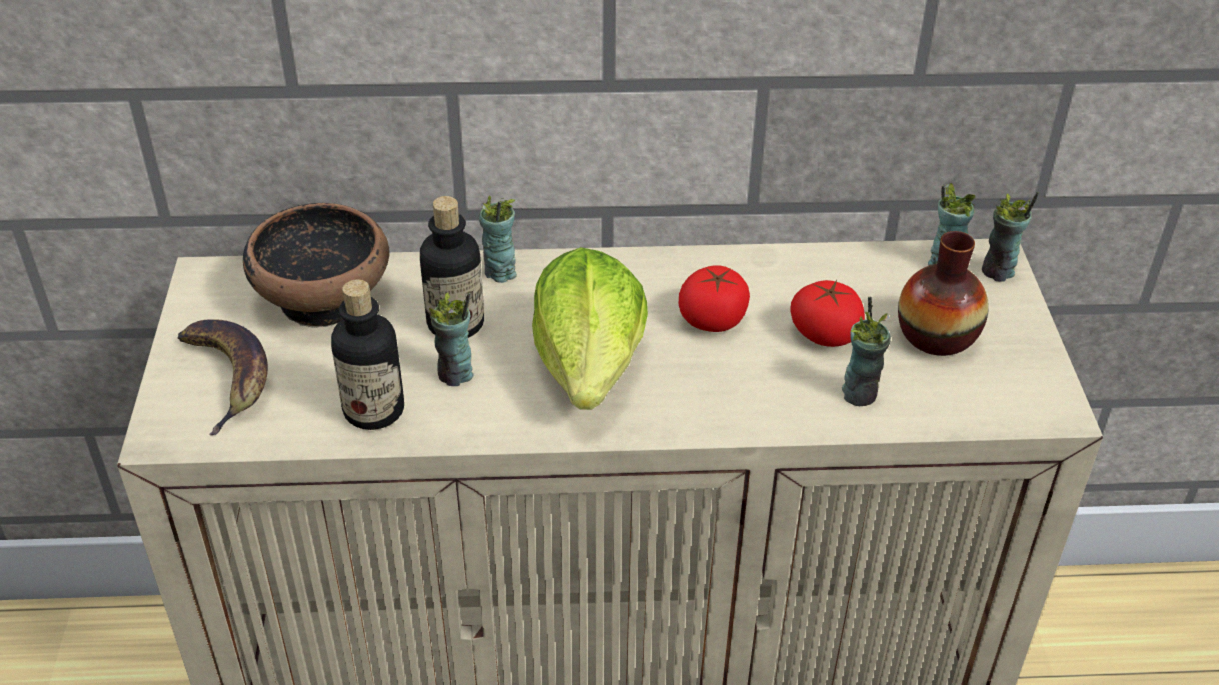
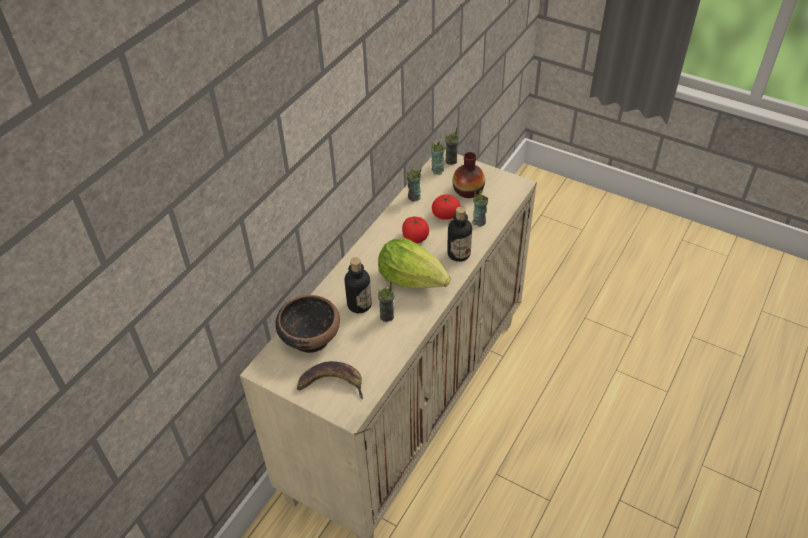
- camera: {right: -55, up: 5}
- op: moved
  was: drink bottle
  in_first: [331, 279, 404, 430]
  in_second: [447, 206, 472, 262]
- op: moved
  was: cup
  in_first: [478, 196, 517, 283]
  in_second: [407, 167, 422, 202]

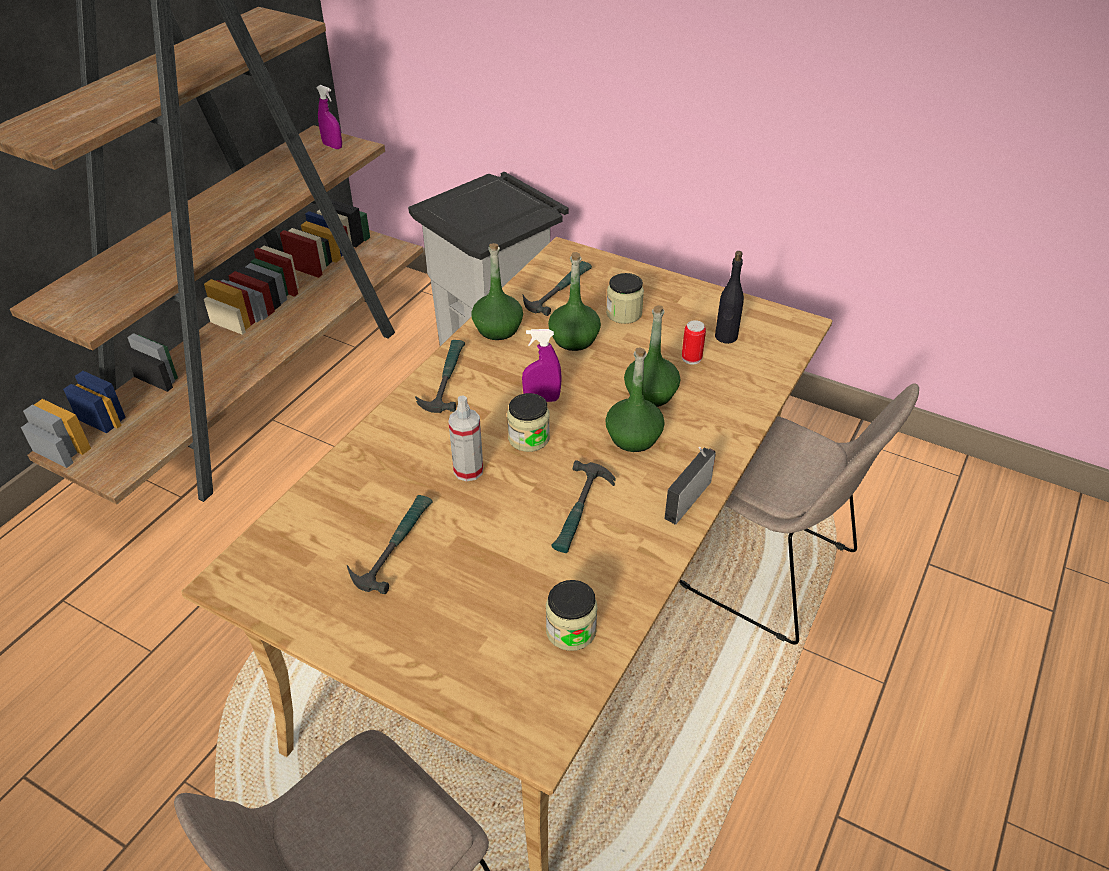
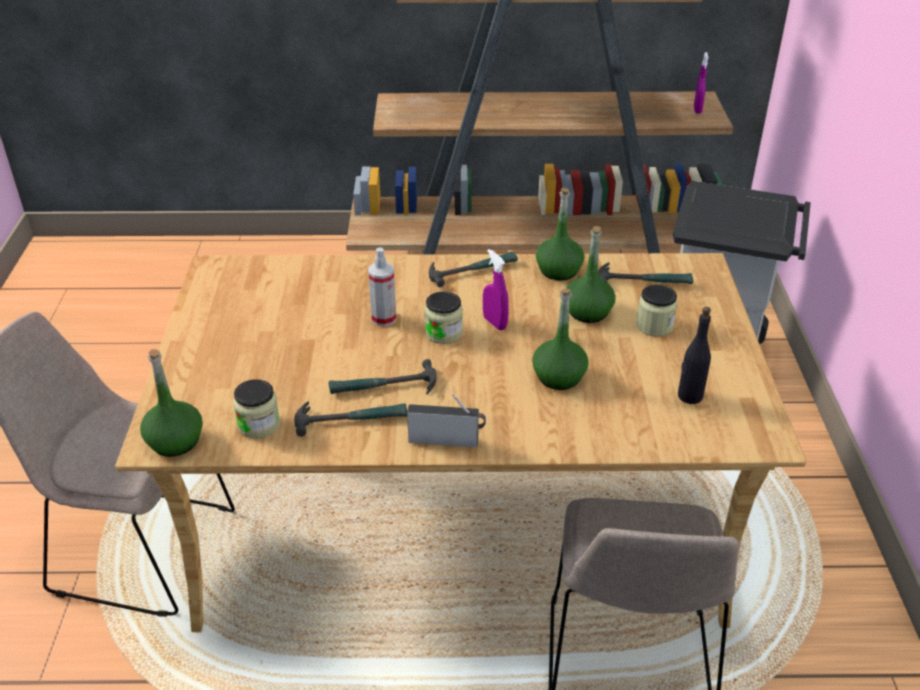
- camera: {right: 60, up: -5}
- op: moved
  was: tool hammer
  in_first: [347, 495, 433, 594]
  in_second: [294, 401, 407, 437]
- op: moved
  was: drink bottle in greenish
  in_first: [605, 348, 665, 452]
  in_second: [140, 349, 203, 457]
- op: removed
  was: can
  in_first: [682, 320, 706, 365]

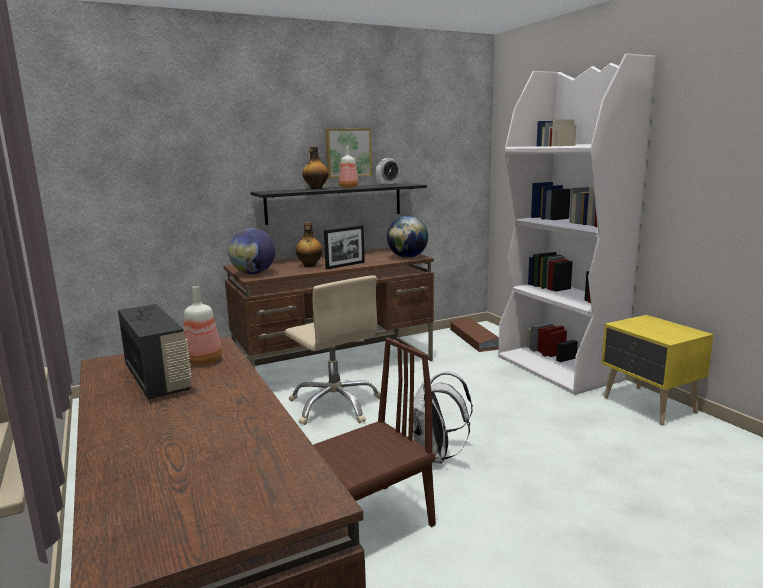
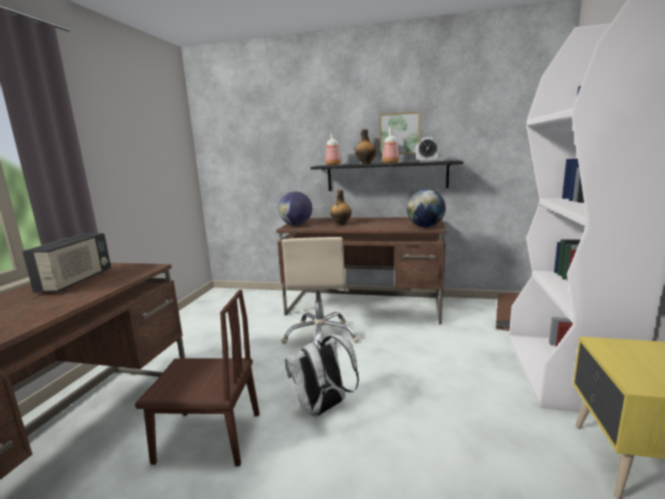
- camera: {right: 40, up: 0}
- op: moved
  was: drink bottle
  in_first: [183, 286, 222, 365]
  in_second: [325, 131, 341, 166]
- op: removed
  was: photo frame
  in_first: [324, 225, 365, 269]

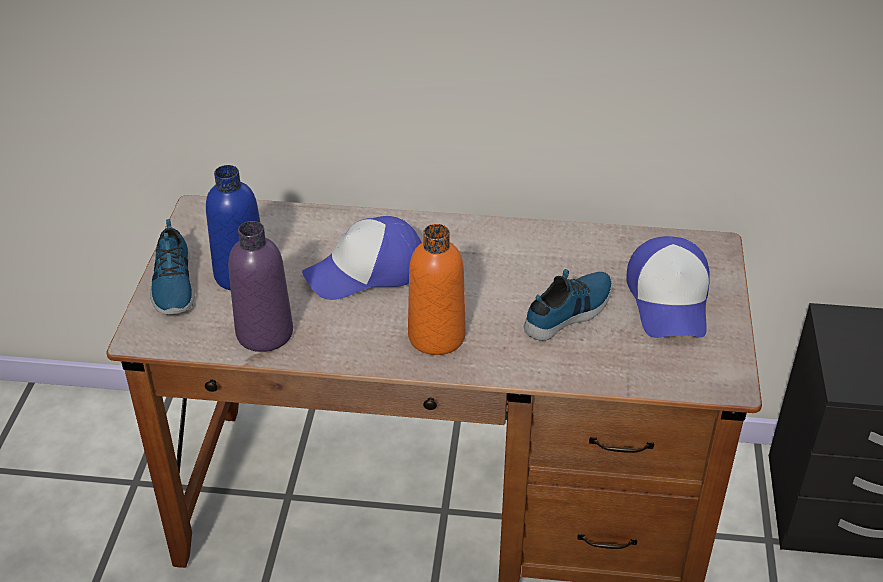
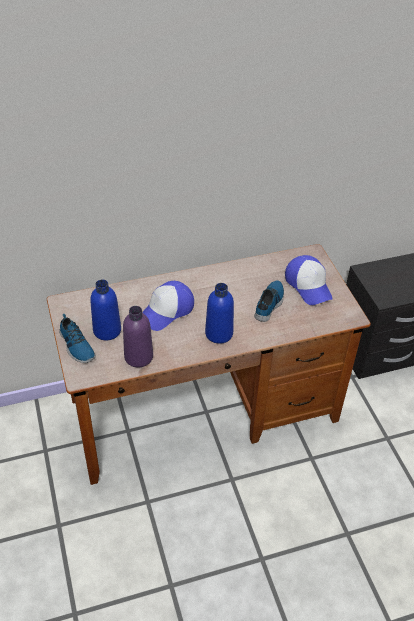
- camera: {right: -25, up: 5}
- op: recoloured
  was: drink bottle in orangey
  now: drink bottle in blue-coloured
  in_first: [408, 224, 466, 355]
  in_second: [205, 283, 234, 344]

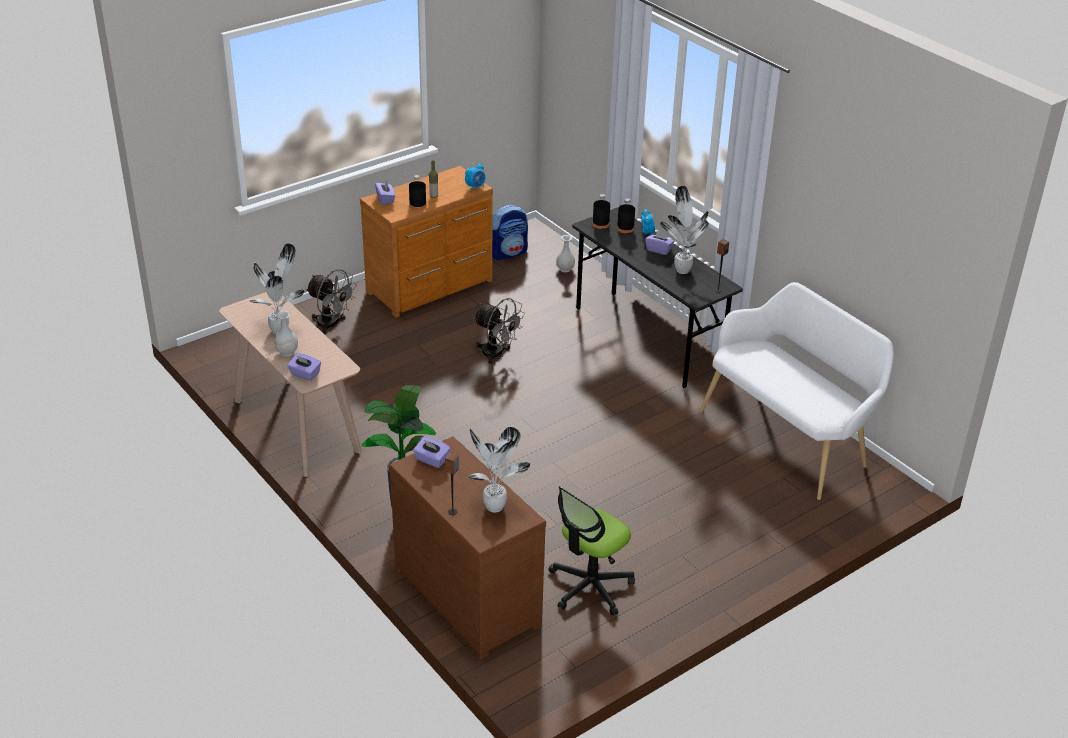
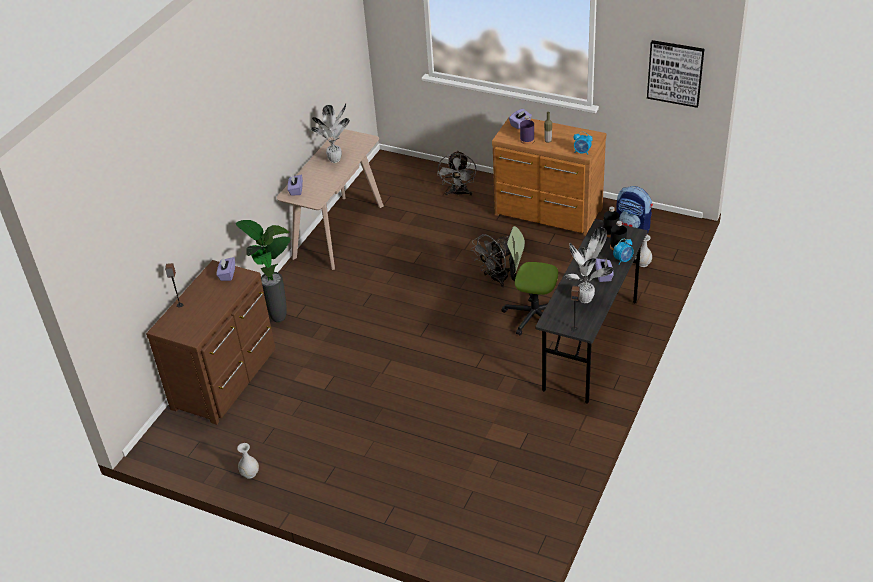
- camera: {right: 65, up: 5}
- op: moved
  was: vase in white-coloured
  in_first: [274, 311, 298, 357]
  in_second: [237, 443, 259, 479]
- op: recoloured
  was: drink bottle in black
  now: drink bottle in purplish
  in_first: [409, 175, 427, 210]
  in_second: [520, 115, 535, 145]
- op: removed
  was: houseplant
  in_first: [468, 427, 530, 513]
- op: turned
  was: fan in gray
  in_first: [473, 298, 525, 364]
  in_second: [470, 234, 511, 287]
  clockwise: 45
- op: moved
  was: computer chair
  in_first: [548, 486, 635, 616]
  in_second: [501, 226, 558, 335]
- op: removed
  was: bench in white-coloured
  in_first: [700, 282, 894, 500]
- op: added
  now: wall art
  in_second: [647, 40, 704, 108]

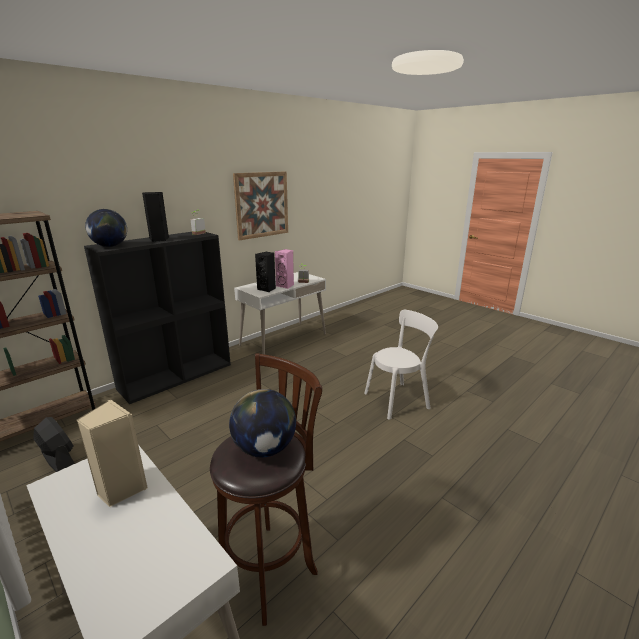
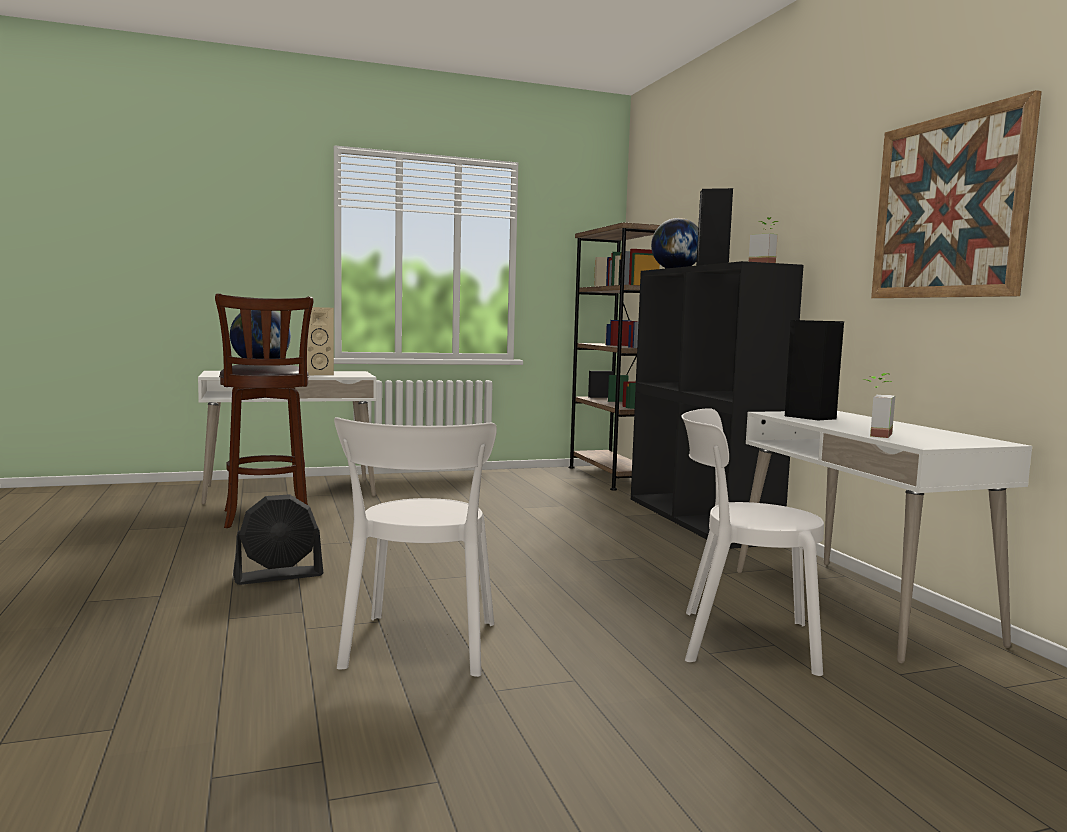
- camera: {right: 115, up: -15}
- op: moved
  was: fan in black
  in_first: [33, 417, 75, 472]
  in_second: [233, 494, 323, 585]
- op: removed
  was: speaker in pinkish
  in_first: [275, 249, 294, 289]
- op: added
  now: plain chair in white-coloured
  in_second: [681, 408, 824, 676]

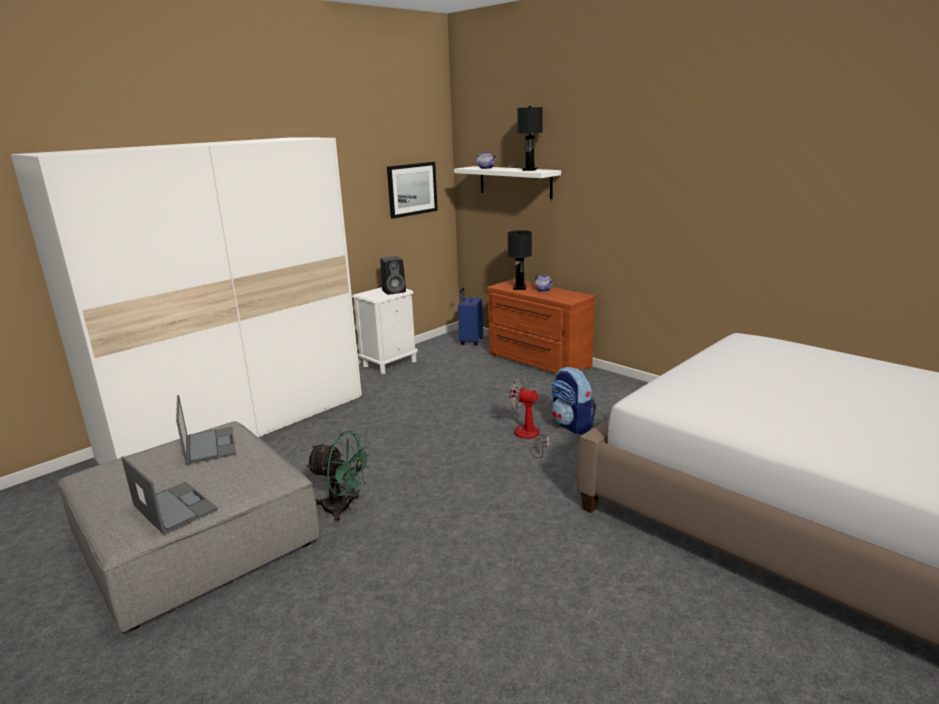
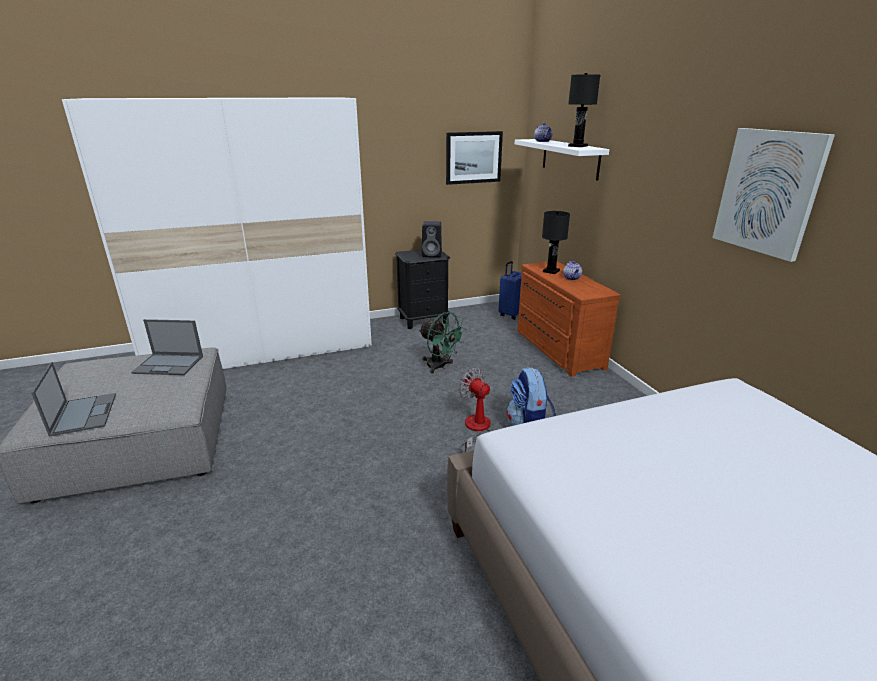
- camera: {right: 25, up: 5}
- op: turned
  was: notebook computer
  in_first: [176, 395, 236, 465]
  in_second: [131, 319, 203, 375]
  clockwise: 90
- op: moved
  was: fan in greenish
  in_first: [306, 431, 372, 522]
  in_second: [419, 312, 466, 374]
- op: recoloured
  was: nightstand in white-coloured
  now: nightstand in black
  in_first: [352, 287, 418, 374]
  in_second: [395, 249, 450, 329]
- op: added
  now: wall art
  in_second: [712, 128, 835, 262]

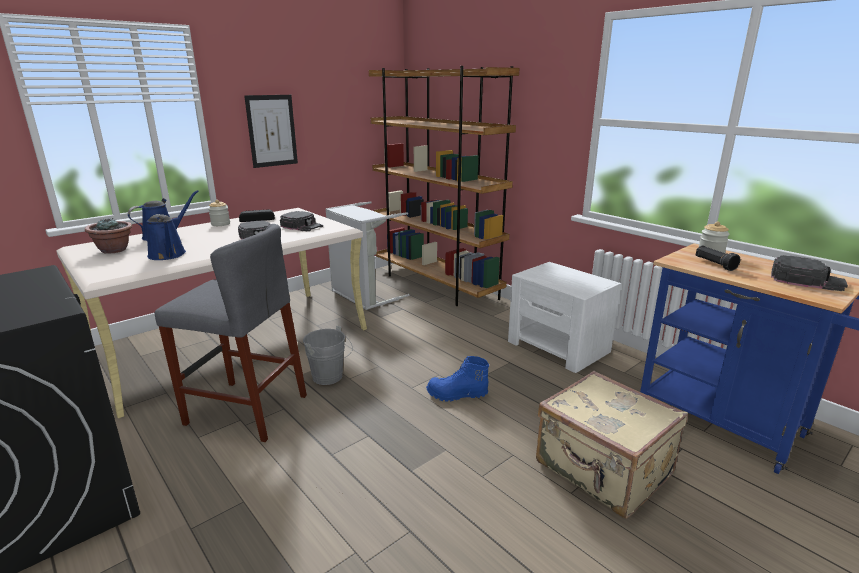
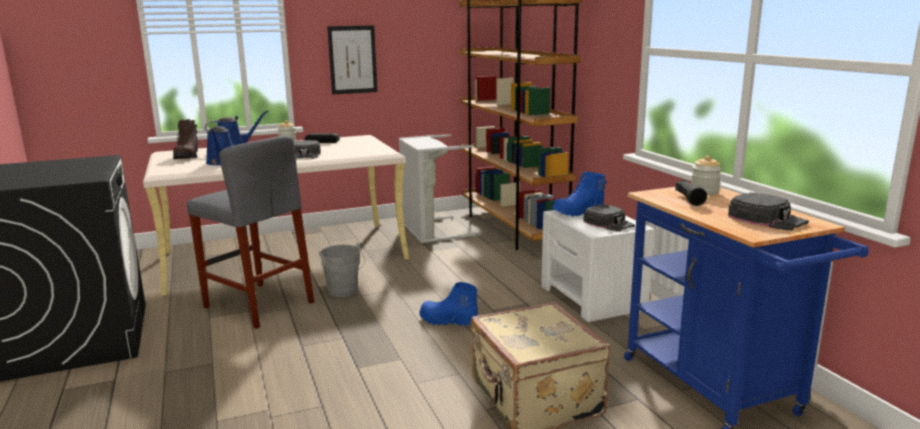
- camera: {right: 20, up: -5}
- op: replaced
  was: houseplant
  now: boot in brown
  in_first: [85, 218, 132, 254]
  in_second: [173, 119, 201, 159]
- op: moved
  was: cap in black
  in_first: [280, 211, 323, 231]
  in_second: [584, 204, 635, 231]
- op: added
  now: boot in blue-coloured
  in_second: [552, 172, 607, 216]

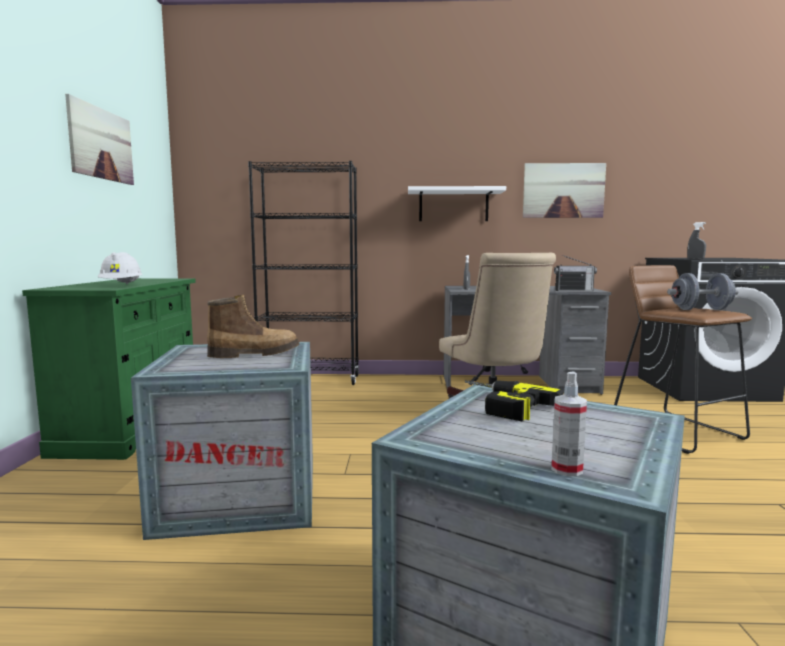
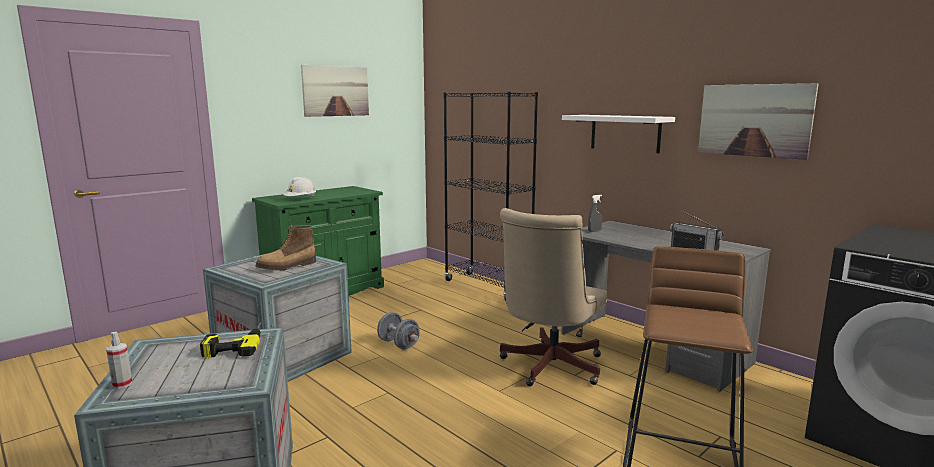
- camera: {right: 45, up: 5}
- op: turned
  was: boot
  in_first: [207, 295, 299, 358]
  in_second: [255, 225, 316, 271]
  clockwise: 120
- op: moved
  was: hand weight in gray
  in_first: [667, 273, 739, 310]
  in_second: [377, 312, 420, 350]
- op: removed
  was: sprayer in gray
  in_first: [687, 222, 706, 259]

